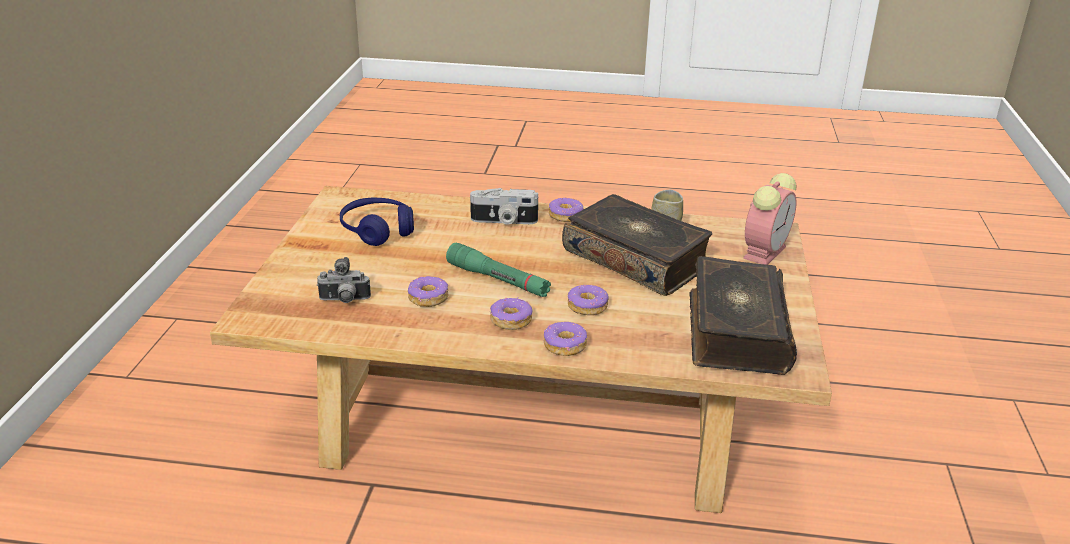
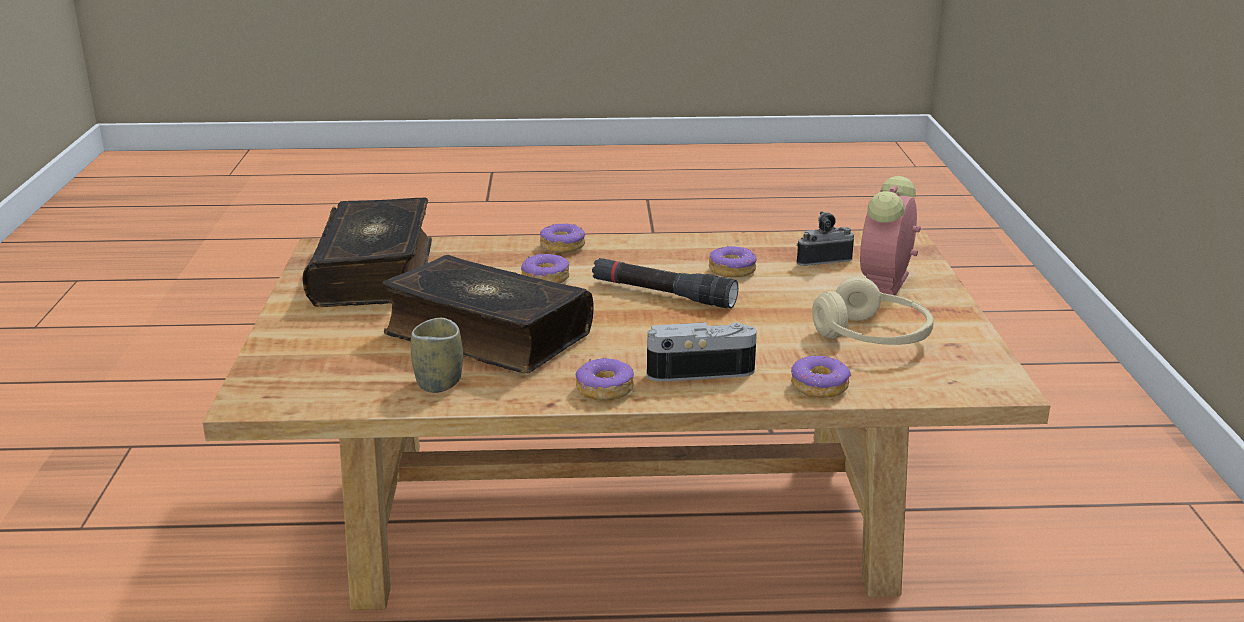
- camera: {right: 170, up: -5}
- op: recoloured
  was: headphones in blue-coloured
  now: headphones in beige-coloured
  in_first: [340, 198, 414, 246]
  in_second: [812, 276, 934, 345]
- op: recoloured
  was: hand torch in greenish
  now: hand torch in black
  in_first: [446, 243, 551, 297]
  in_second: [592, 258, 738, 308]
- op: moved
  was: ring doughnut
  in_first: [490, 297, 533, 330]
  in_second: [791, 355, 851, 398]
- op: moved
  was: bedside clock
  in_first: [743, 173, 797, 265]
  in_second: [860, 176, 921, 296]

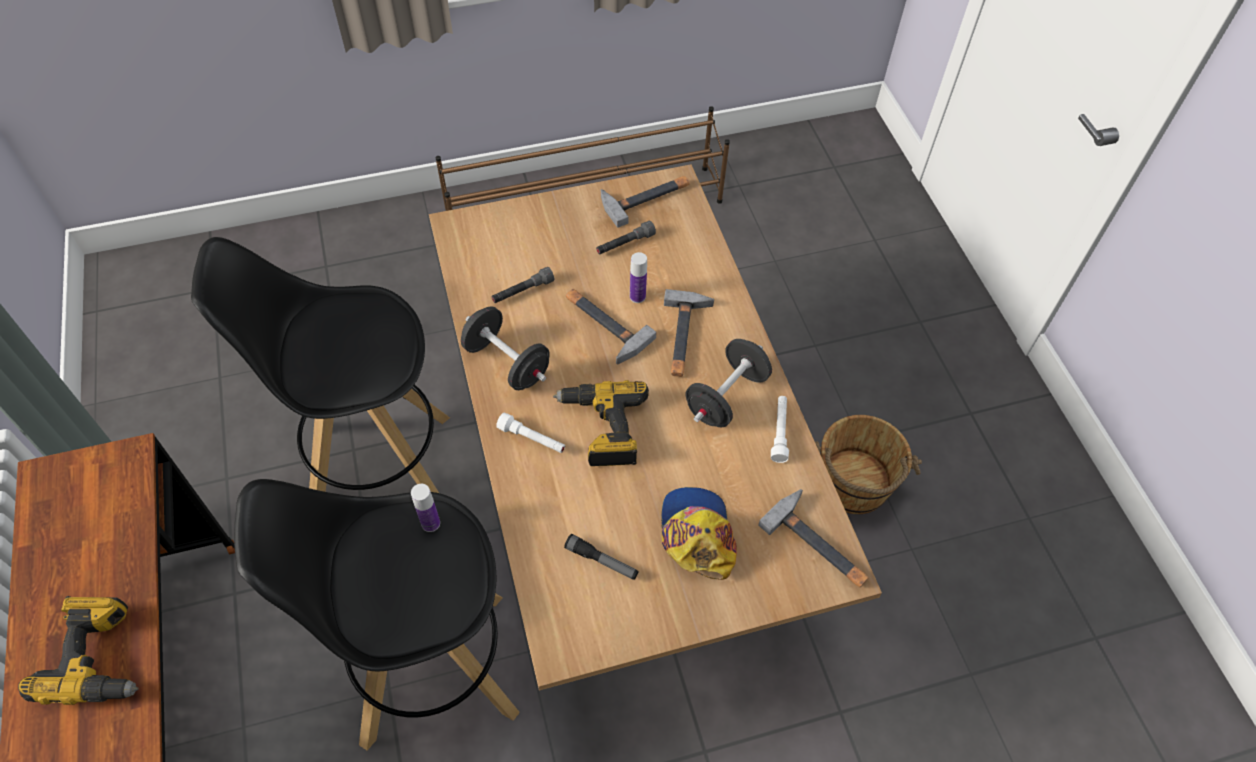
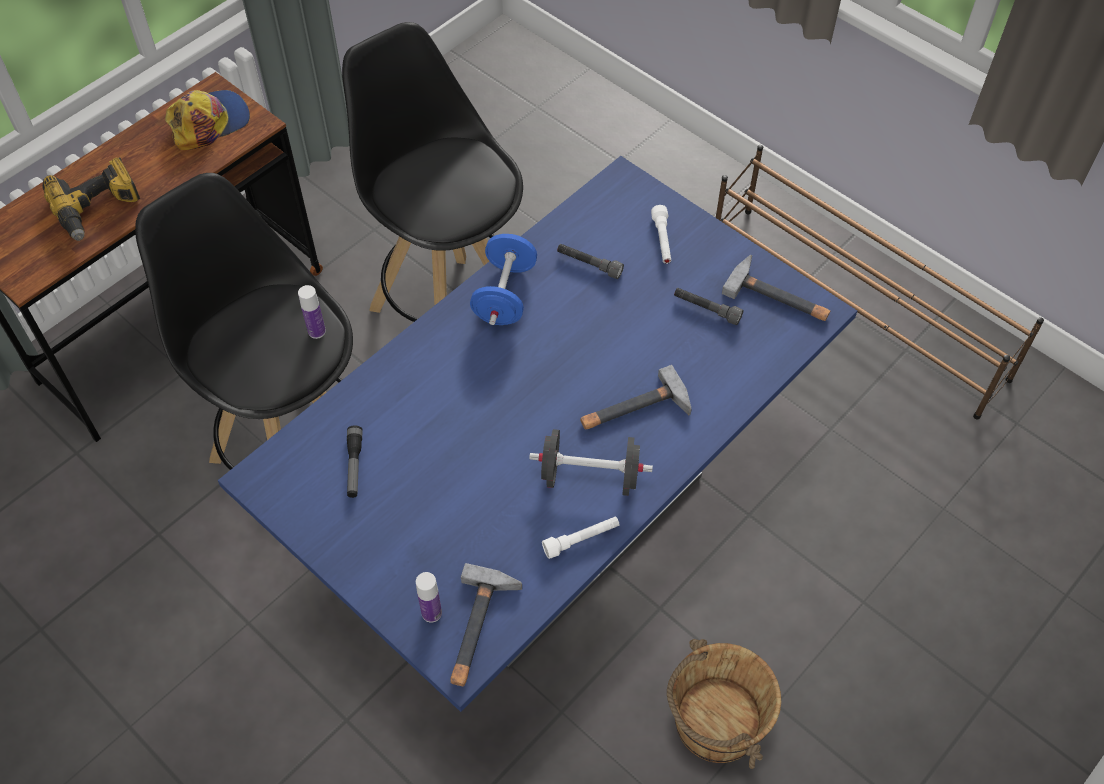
- camera: {right: 60, up: 0}
- op: recoloured
  was: dining table in brown
  now: dining table in blue-coloured
  in_first: [429, 164, 882, 691]
  in_second: [218, 156, 857, 712]
- op: recoloured
  was: hand weight in black
  now: hand weight in blue-coloured
  in_first: [461, 306, 550, 390]
  in_second: [470, 234, 537, 325]
- op: moved
  was: hand torch in white-coloured
  in_first: [496, 413, 565, 453]
  in_second: [651, 205, 671, 264]
- op: removed
  was: electric drill
  in_first: [553, 380, 649, 466]
- op: removed
  was: tool hammer
  in_first: [566, 289, 657, 364]
- op: moved
  was: drink bottle
  in_first: [630, 252, 647, 303]
  in_second: [416, 572, 442, 623]
- op: moved
  was: cap
  in_first: [661, 487, 737, 580]
  in_second: [165, 90, 250, 150]

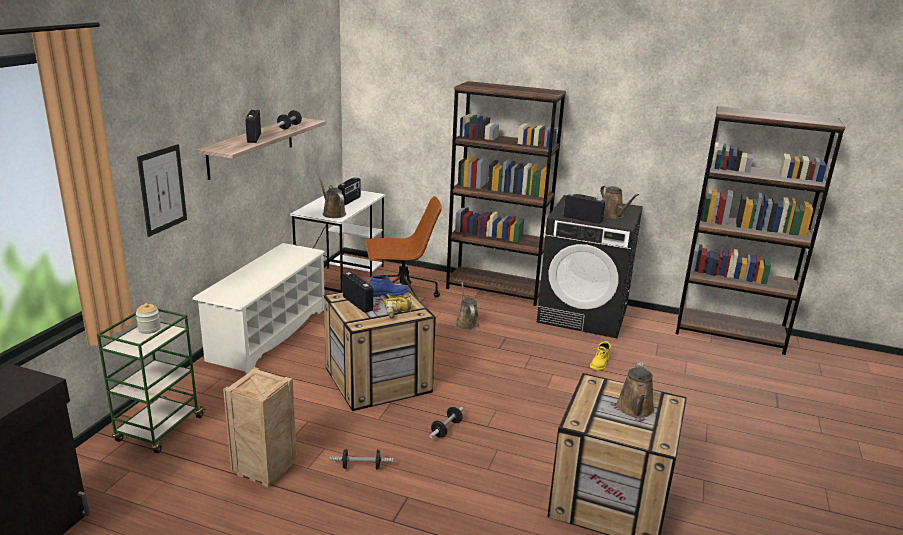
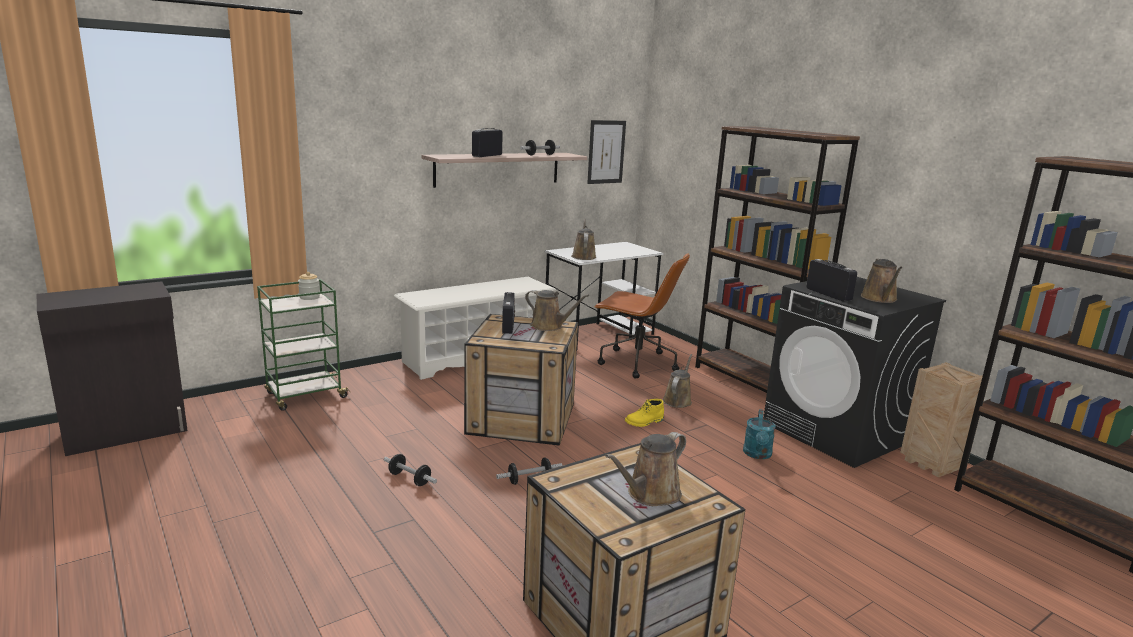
- camera: {right: 35, up: -5}
- op: moved
  was: wall art
  in_first: [137, 144, 187, 237]
  in_second: [587, 120, 626, 184]
- op: moved
  was: shipping crate
  in_first: [223, 367, 297, 487]
  in_second: [900, 362, 986, 477]
- op: removed
  was: radio set
  in_first: [338, 177, 361, 206]
- op: replaced
  was: boot in blue-coloured
  now: watering pot in brown
  in_first: [369, 275, 409, 297]
  in_second: [525, 290, 589, 331]
- op: removed
  was: electric drill
  in_first: [384, 295, 412, 318]
- op: moved
  was: boot in yellow
  in_first: [590, 341, 611, 371]
  in_second: [625, 399, 664, 427]
- op: added
  now: watering pot in turquoise-coloured
  in_second: [743, 409, 776, 459]

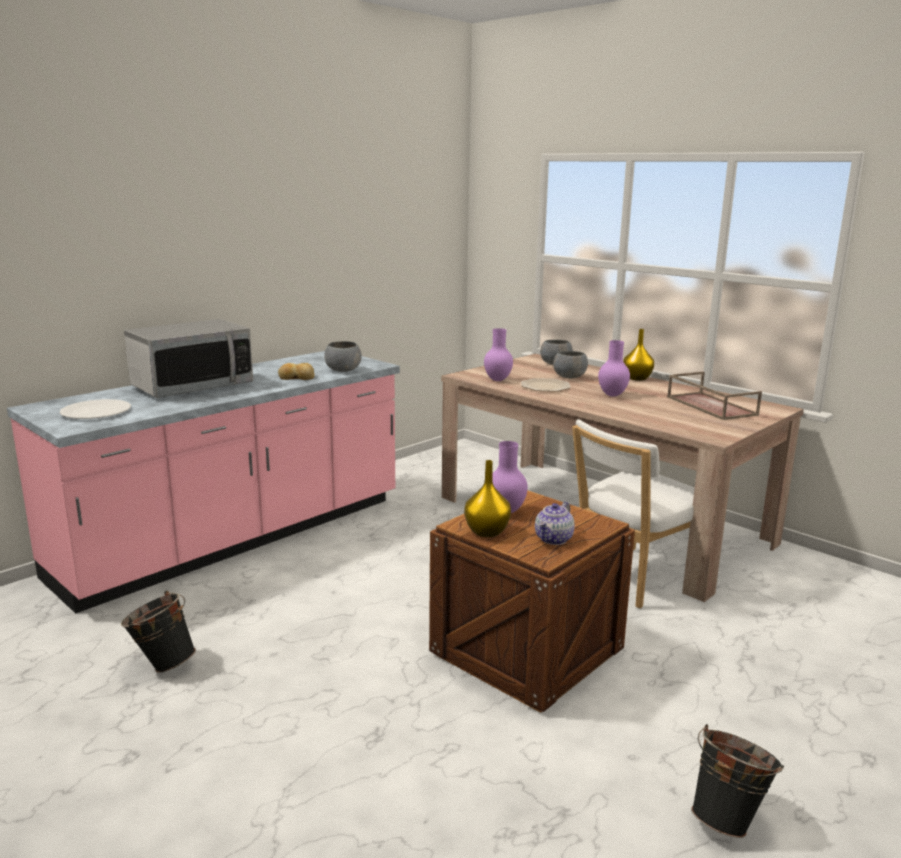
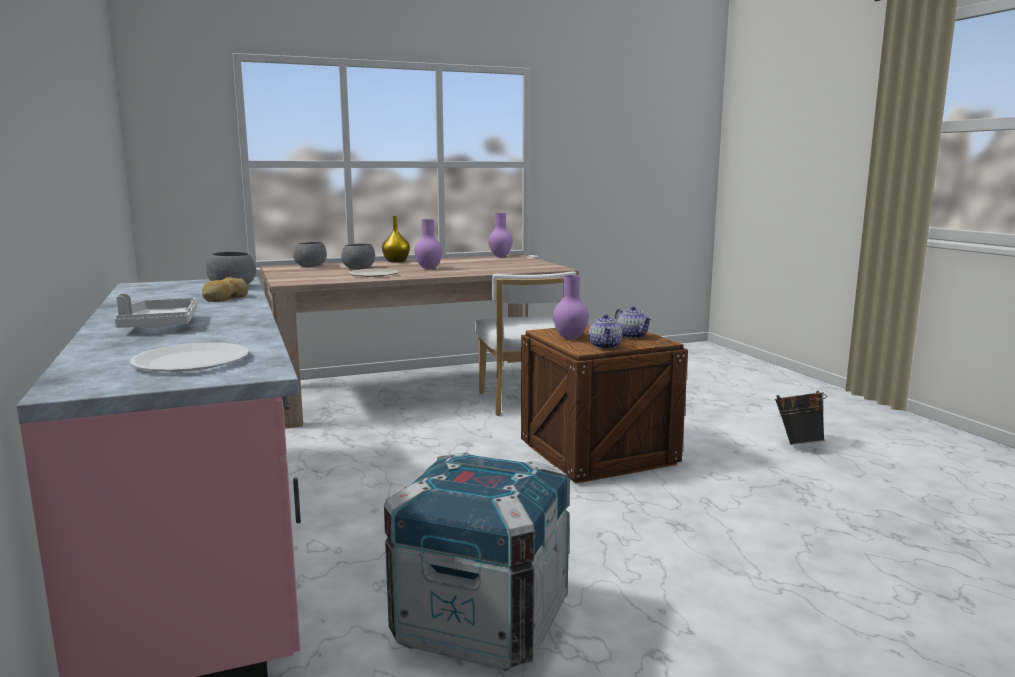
- camera: {right: -65, up: -5}
- op: replaced
  was: water bucket in black
  now: shipping crate
  in_first: [121, 591, 196, 673]
  in_second: [384, 452, 570, 671]
- op: replaced
  was: microwave
  now: tray in white-coloured
  in_first: [124, 319, 253, 398]
  in_second: [114, 293, 197, 328]
- op: replaced
  was: vase in yellow
  now: tea pot
  in_first: [464, 460, 511, 537]
  in_second: [589, 314, 622, 349]
- op: moved
  was: vase in purplish
  in_first: [484, 328, 513, 381]
  in_second: [488, 213, 513, 257]
- op: removed
  was: tray in brown
  in_first: [667, 372, 762, 420]

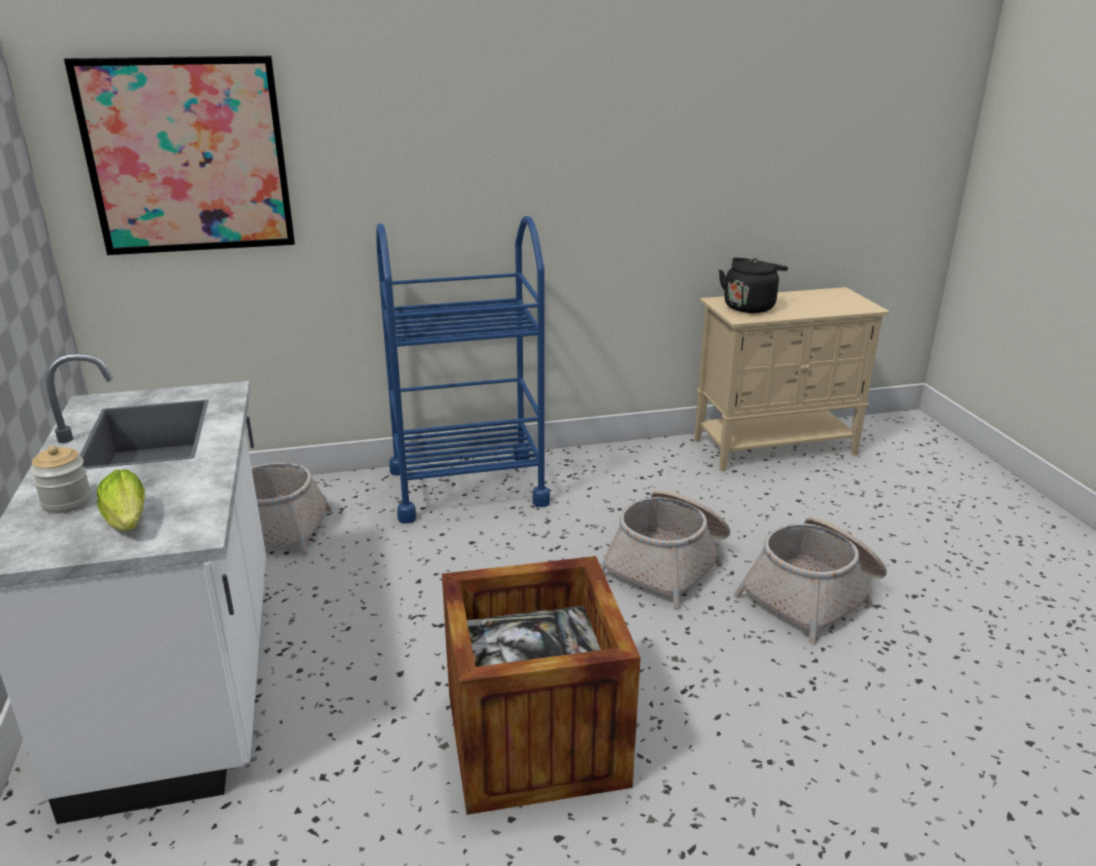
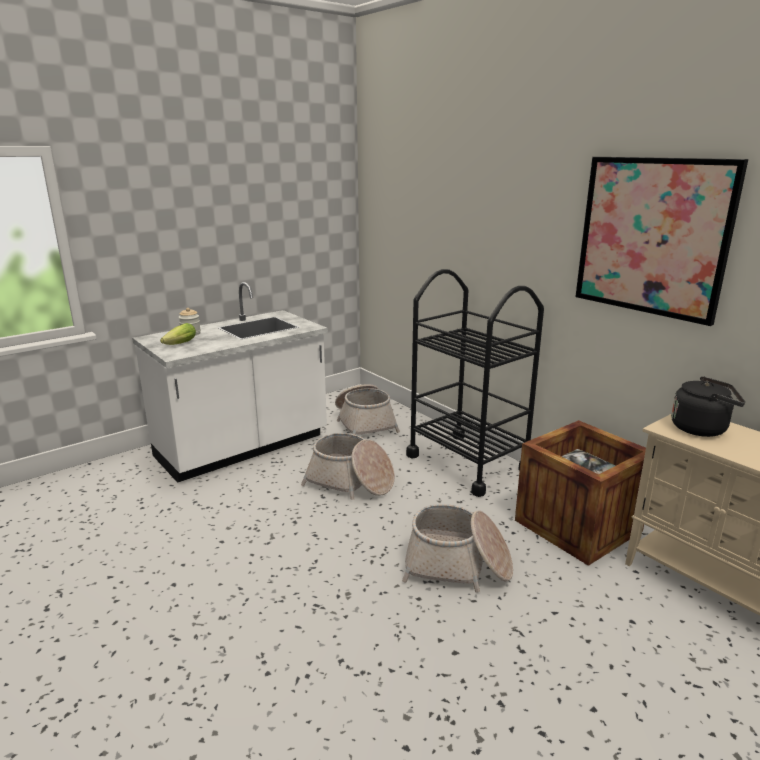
- camera: {right: 65, up: -5}
- op: moved
  was: wall art
  in_first: [64, 56, 295, 255]
  in_second: [575, 157, 748, 326]
- op: recoloured
  was: trolley in blue-coloured
  now: trolley in black
  in_first: [376, 216, 550, 524]
  in_second: [406, 269, 544, 497]
- op: moved
  was: shipping crate
  in_first: [442, 556, 641, 815]
  in_second: [515, 420, 646, 566]
- op: moved
  was: storage basket
  in_first: [734, 517, 887, 644]
  in_second: [301, 433, 395, 500]

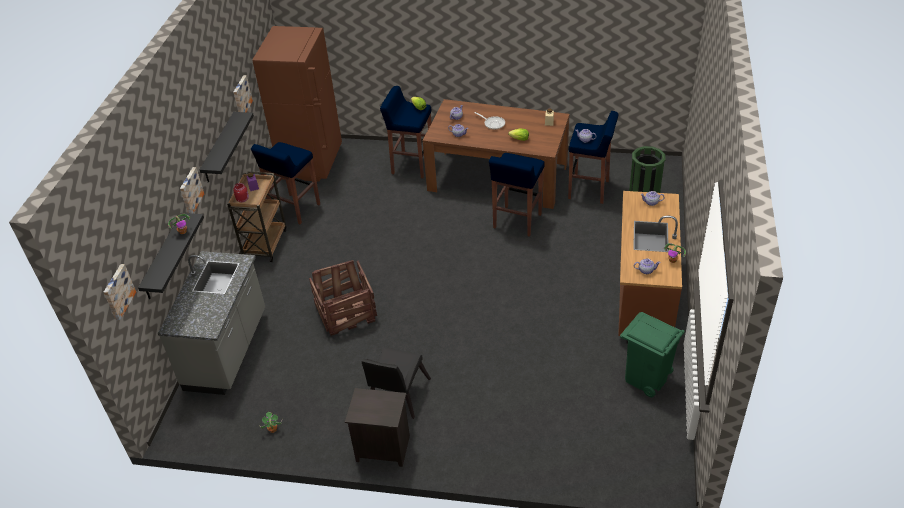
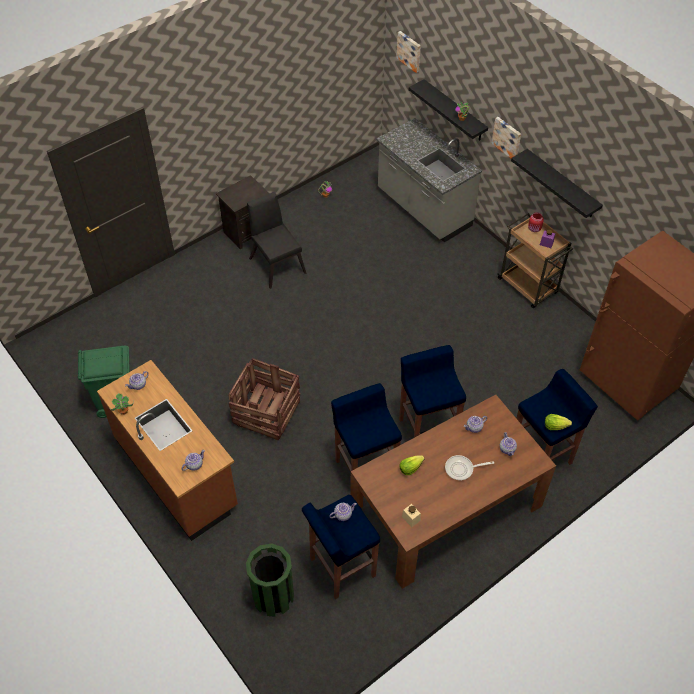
- camera: {right: 130, up: 10}
- op: removed
  was: wall art
  in_first: [233, 75, 253, 112]
- op: moved
  was: sitting stool in blue-coloured
  in_first: [251, 142, 320, 224]
  in_second: [399, 345, 466, 438]
- op: moved
  was: shipping crate
  in_first: [309, 260, 377, 336]
  in_second: [228, 358, 300, 441]

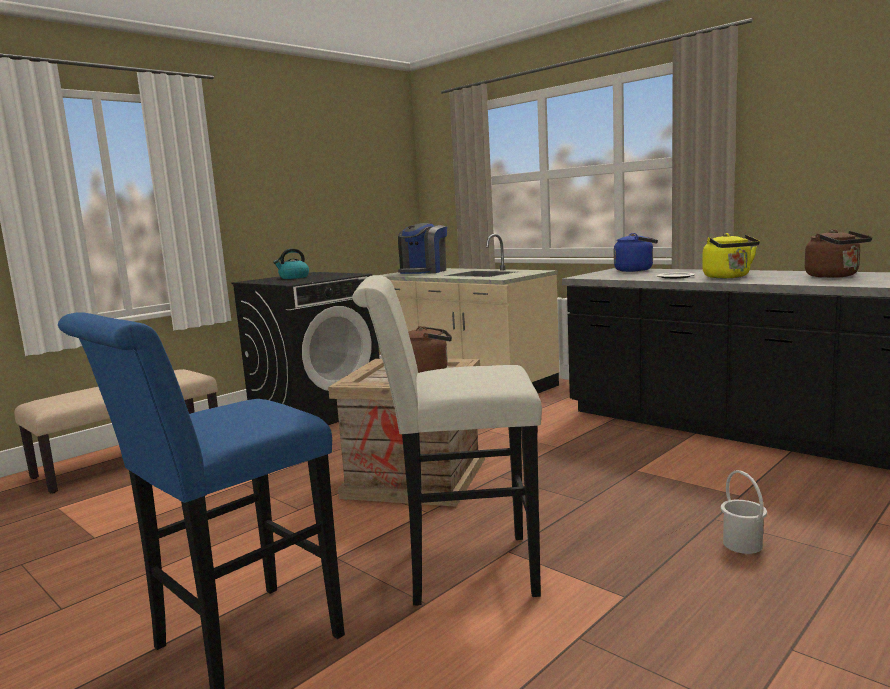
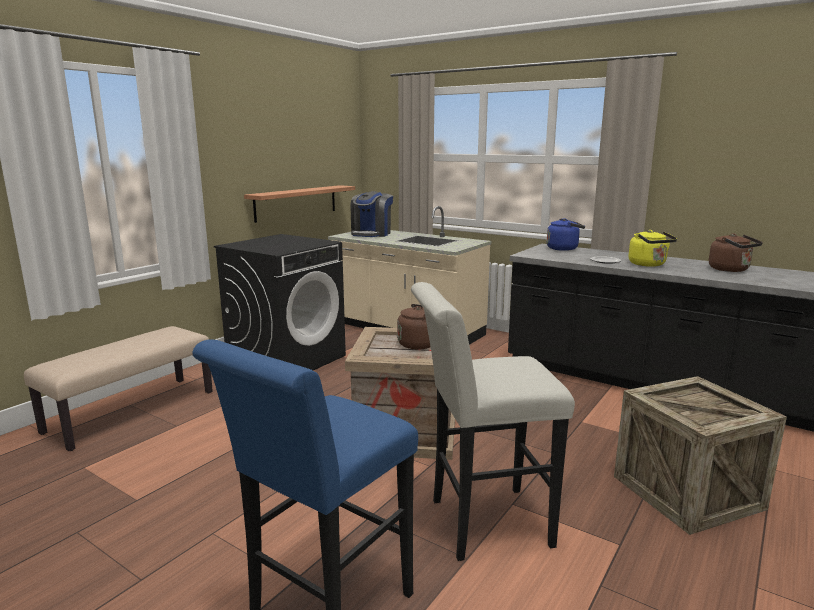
- camera: {right: -10, up: 5}
- op: removed
  was: tea kettle
  in_first: [273, 249, 309, 279]
- op: replaced
  was: water bucket in white-coloured
  now: shipping crate
  in_first: [721, 470, 767, 554]
  in_second: [614, 376, 787, 535]
- op: added
  now: bracket shelf
  in_second: [244, 185, 355, 223]

